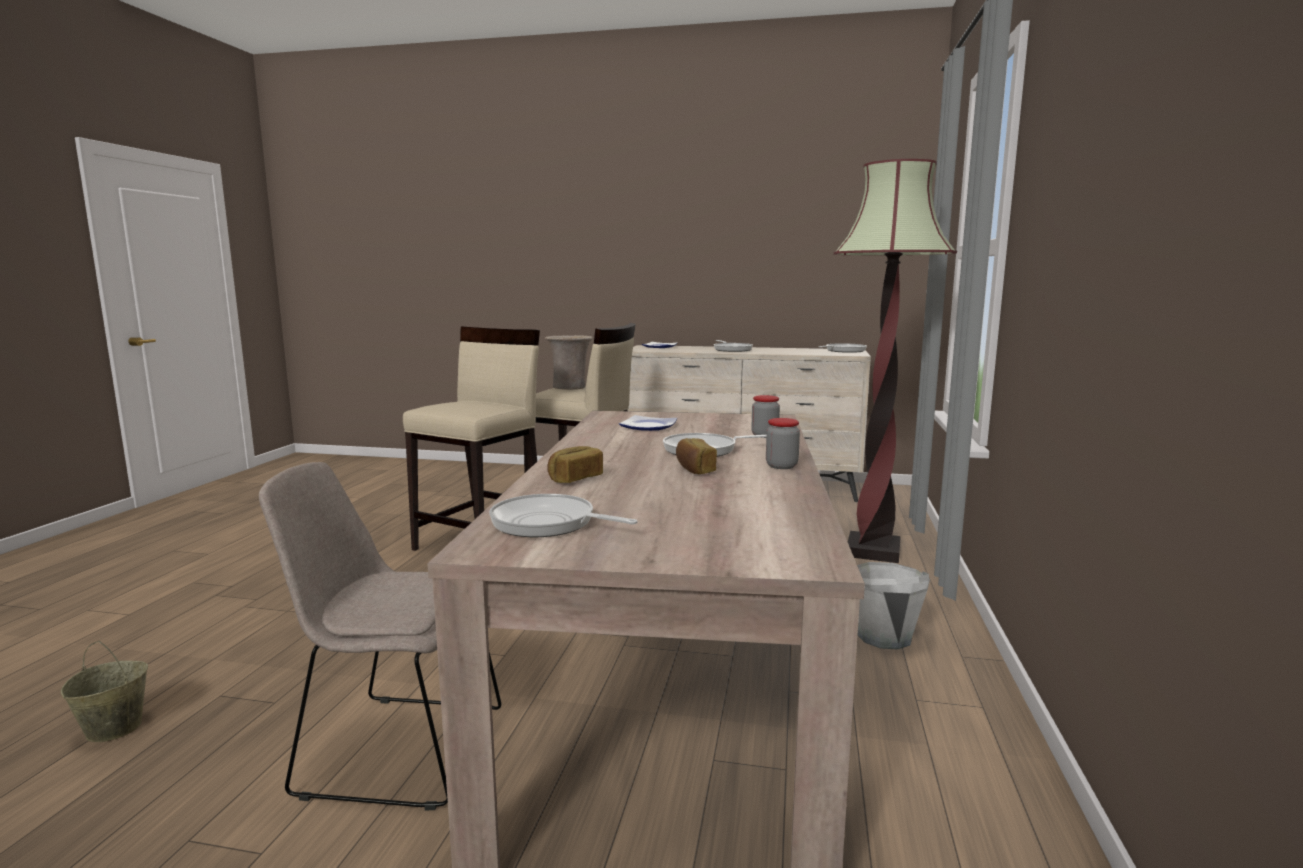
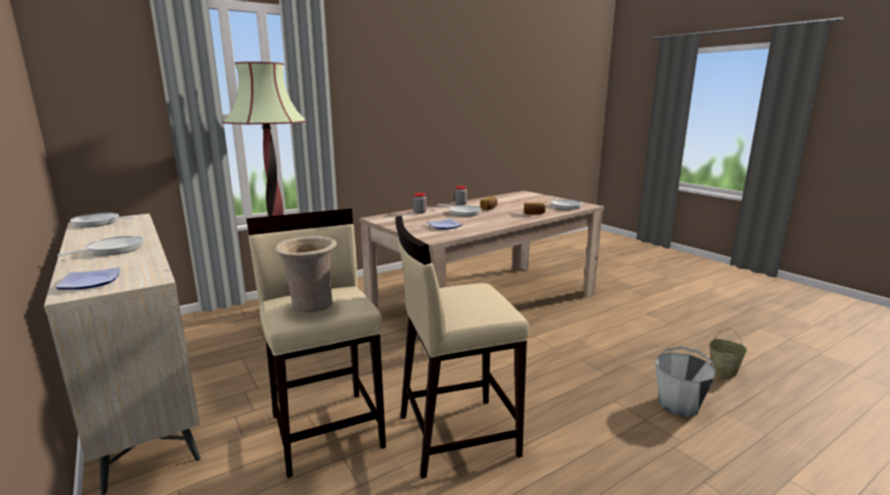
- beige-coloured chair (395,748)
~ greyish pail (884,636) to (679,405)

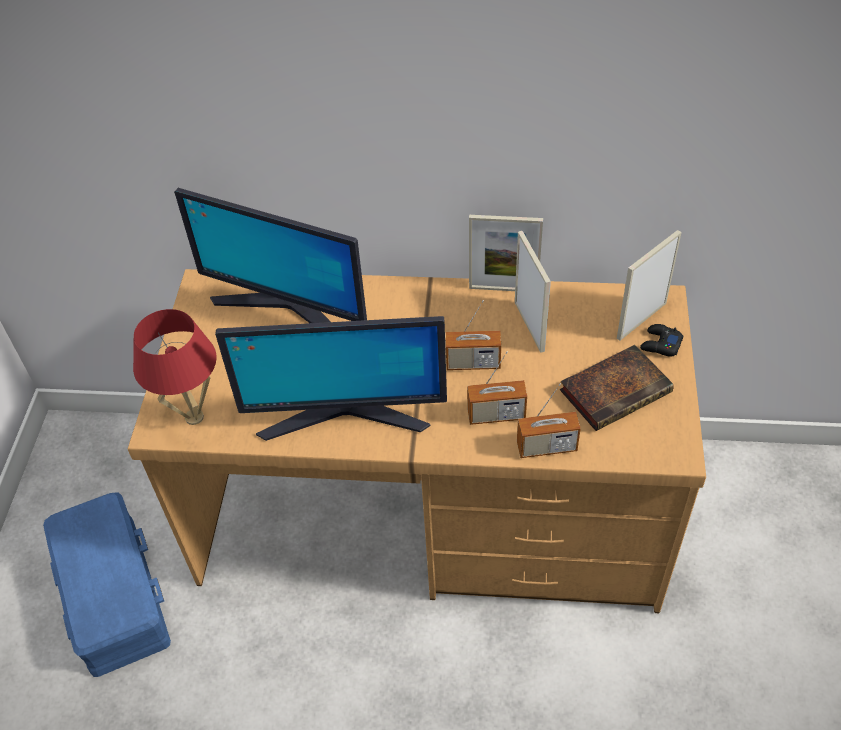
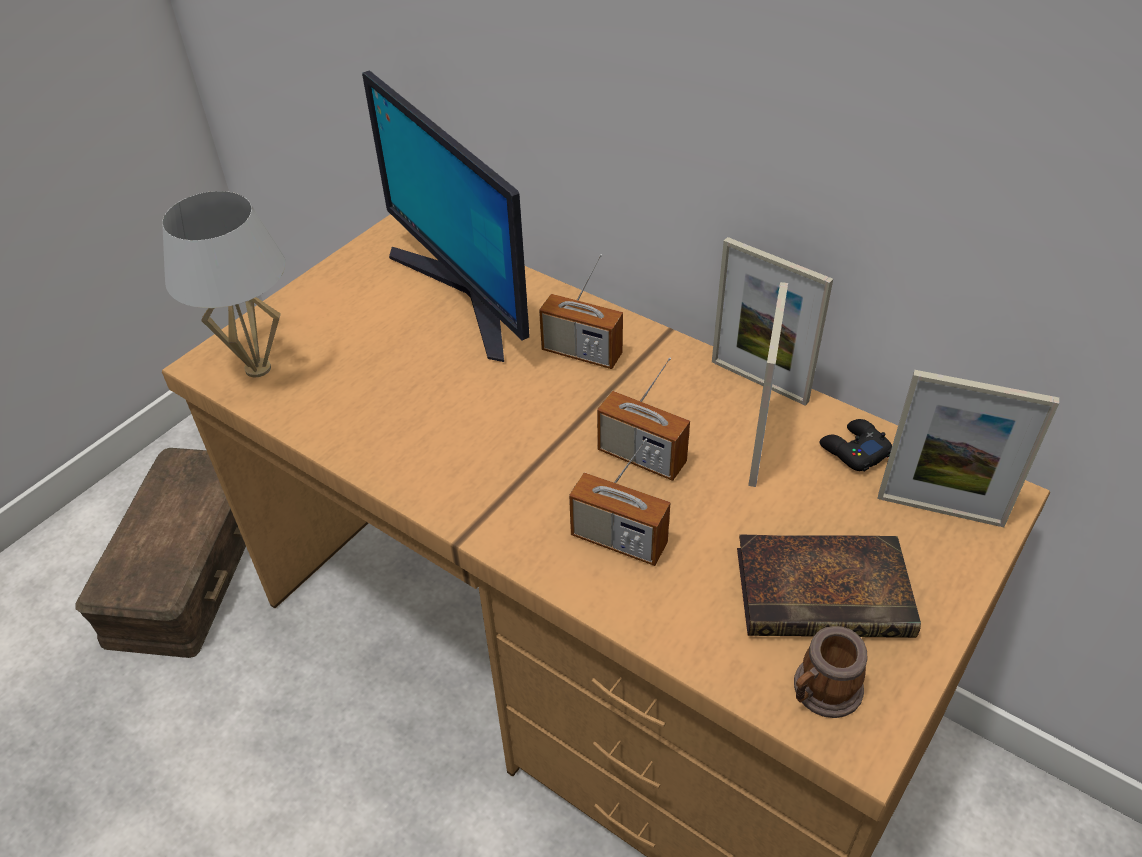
- monitor (344,415)
+ tea mug (822,692)
~ radio set (546,447) to (581,353)
~ blackish gamepad (660,344) to (854,450)
~ blue-coloured storage box (111,594) to brown-coloured storage box (186,567)
~ red-coloured lamp for a table (195,417) to white lamp for a table (258,368)
~ photo frame (641,320) = (940,510) 150 degrees counterclockwise

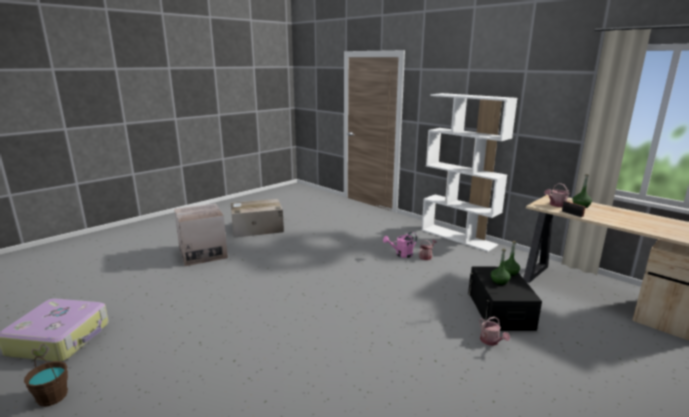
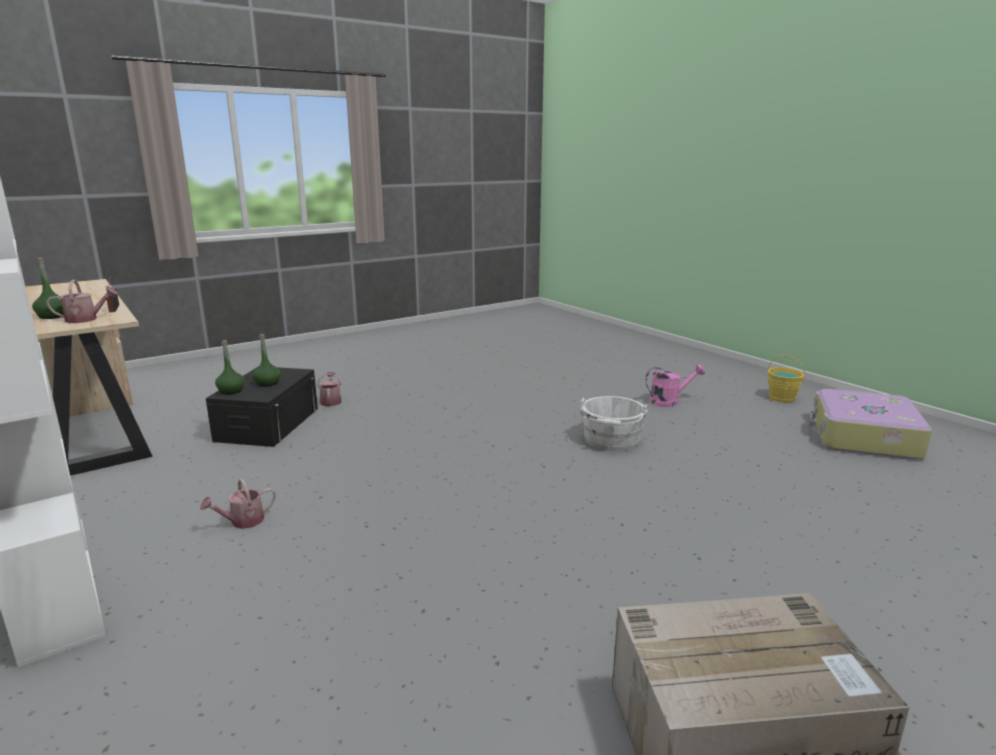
- carton (203,254)
+ white pail (611,441)
~ pink sprinkling can (401,255) to (669,401)
~ brown-coloured pail (52,397) to yellow pail (782,398)

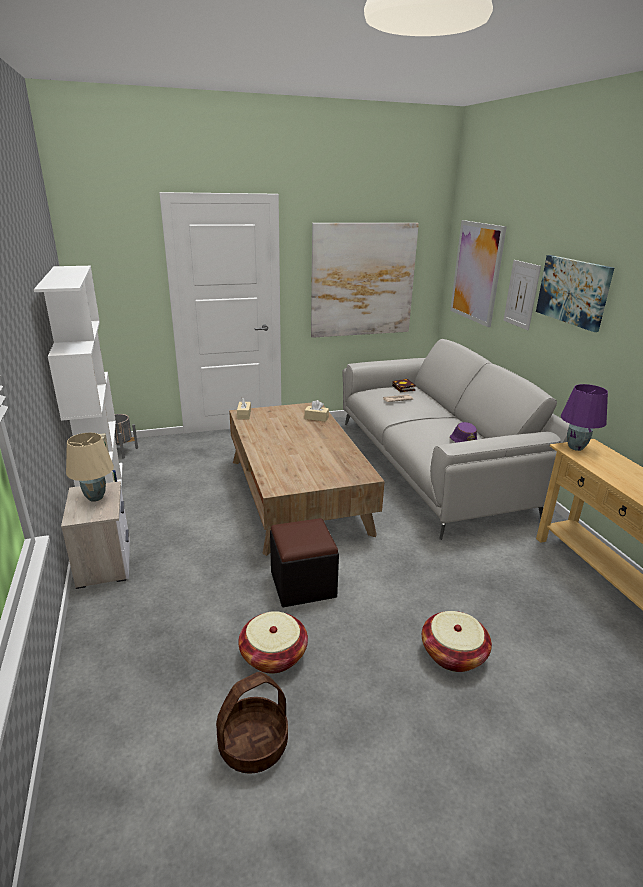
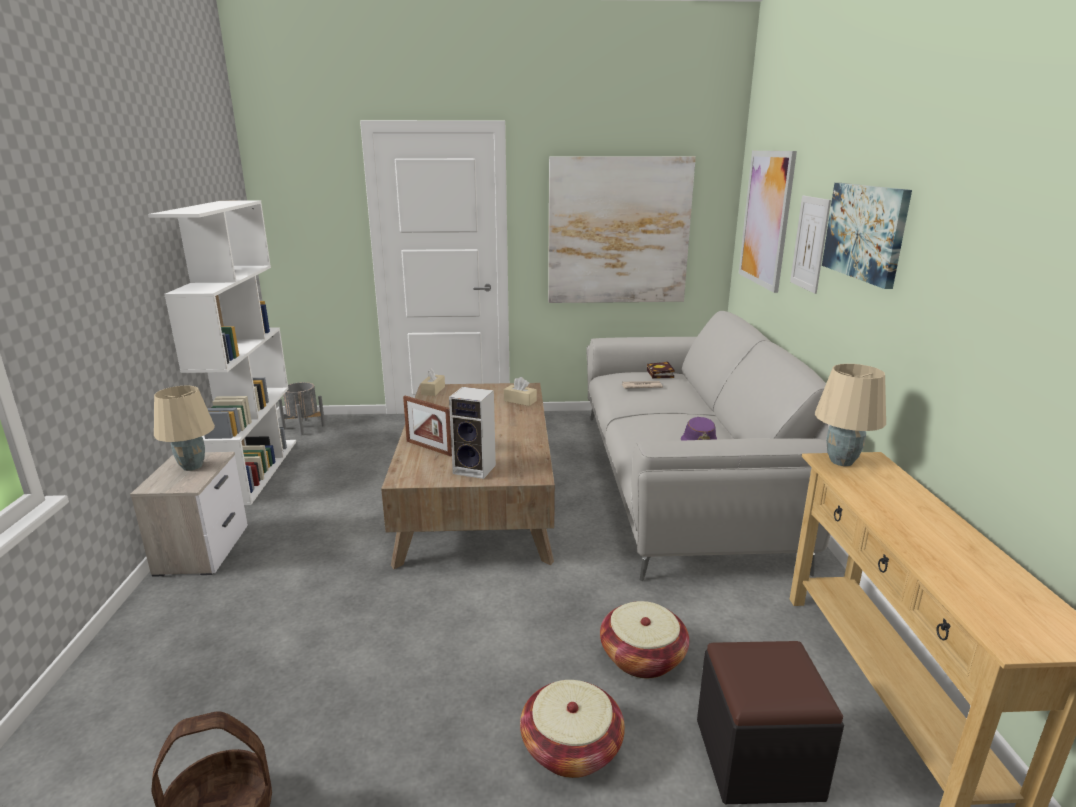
+ photo frame (429,448)
+ speaker (476,469)
~ storage basket (273,655) to (642,657)
~ blackish ottoman (303,584) to (757,758)
~ purple lamp for a table (576,447) to beige-coloured lamp for a table (842,462)

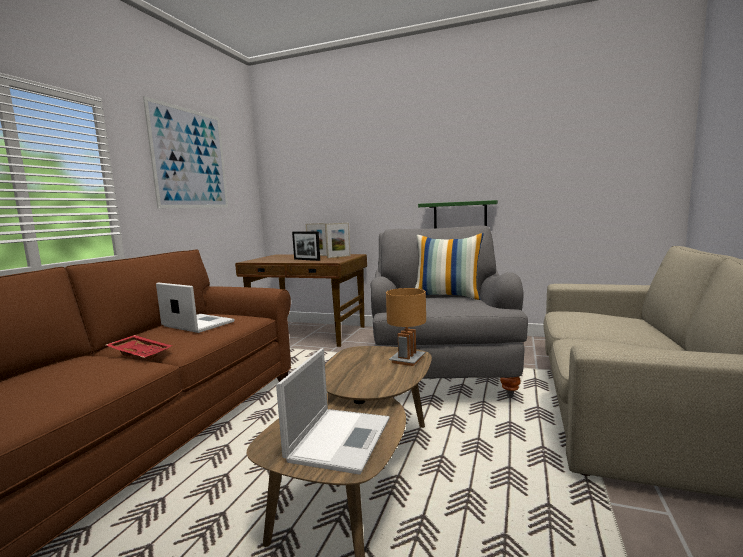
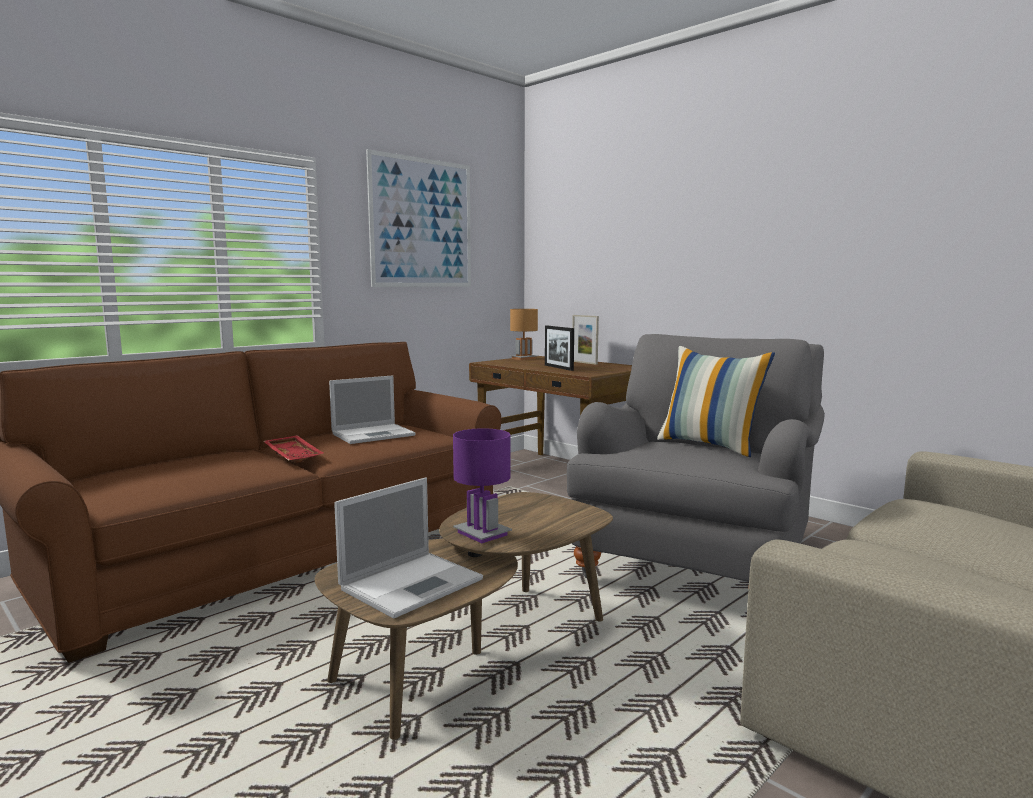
- photo frame (339,257)
- greenish bracket shelf (460,215)
+ purple lamp for a table (482,534)
~ brown-coloured lamp for a table (408,360) to (524,358)
~ notebook computer (197,324) = (374,434) 90 degrees clockwise

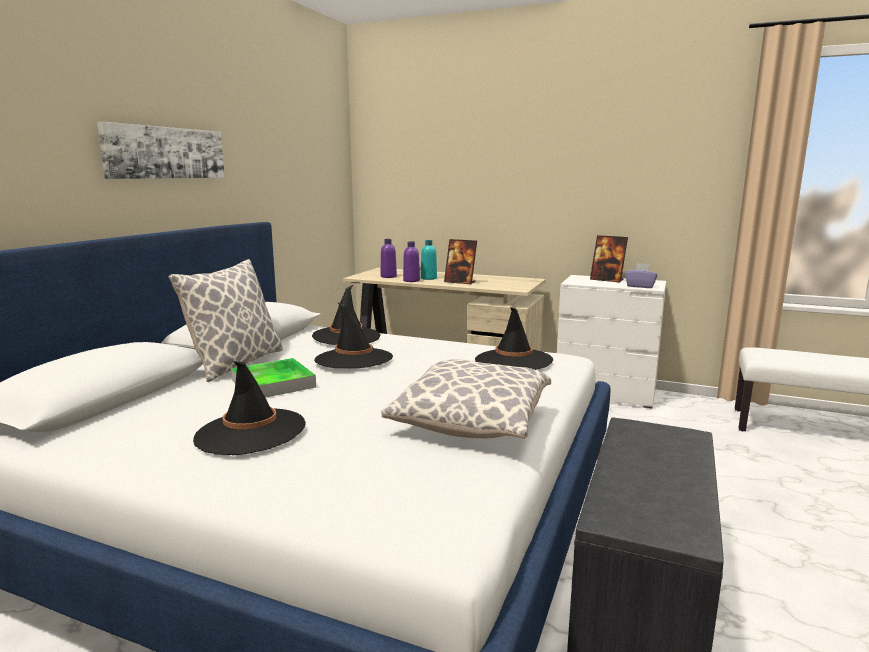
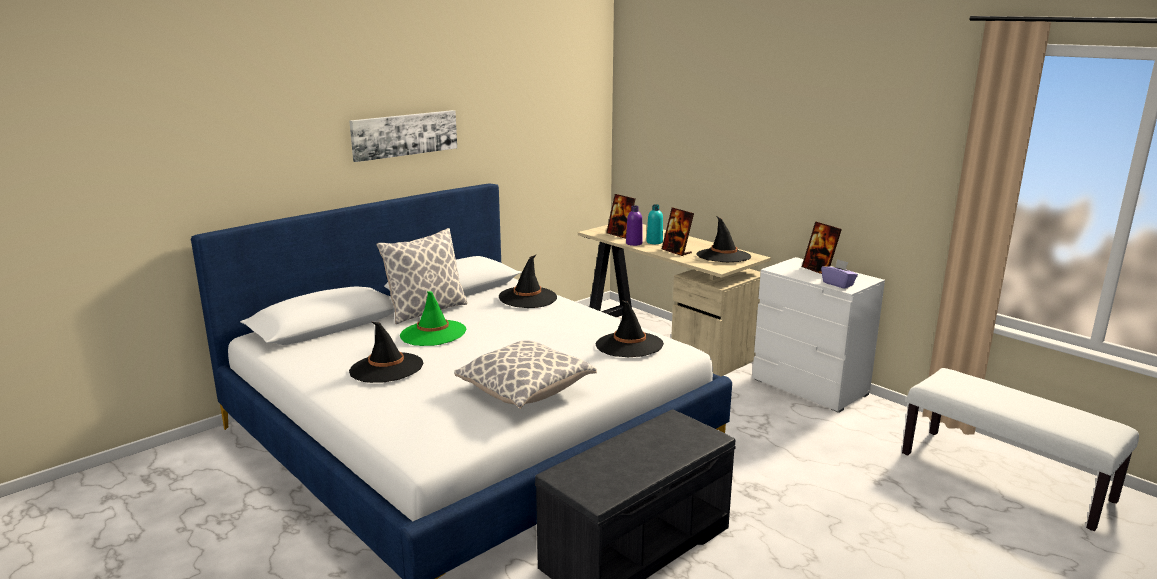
~ blackish hat (353,359) to (723,256)
~ serving tray (273,383) to greenish hat (433,333)
~ purple beverage bottle (388,276) to photo frame (620,235)

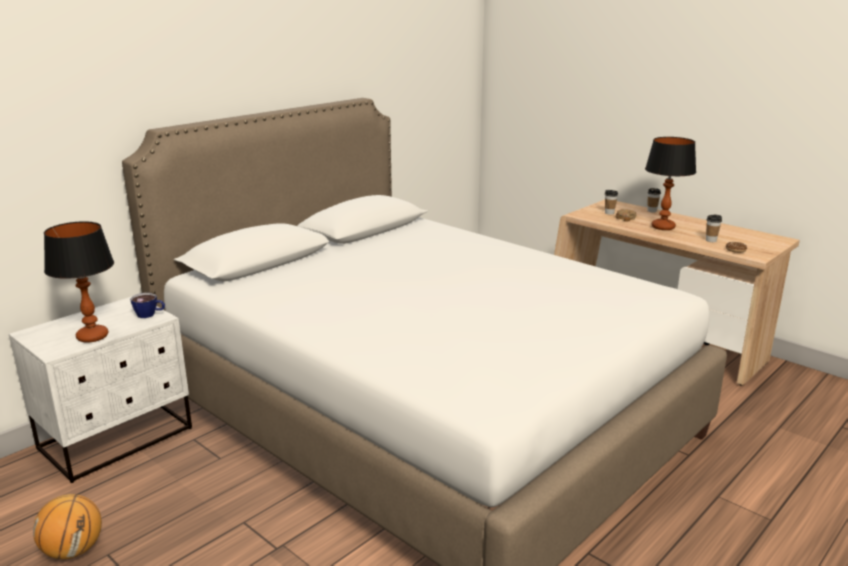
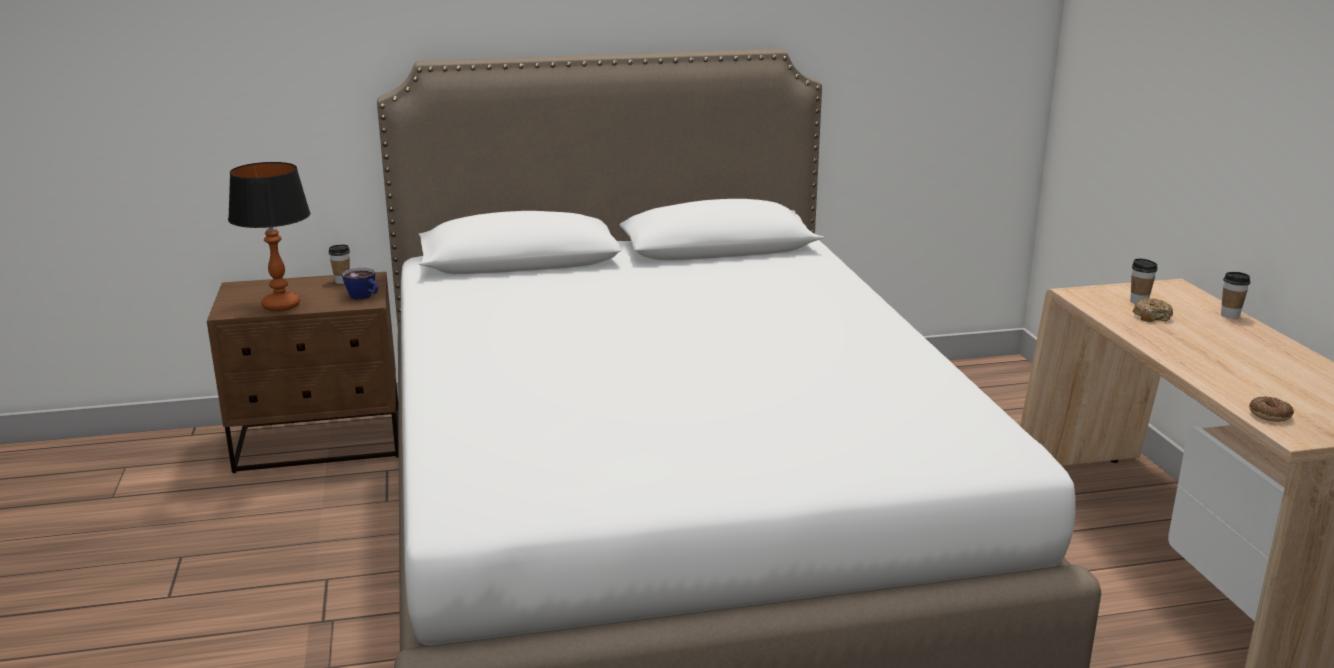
- ball for basketball (73,550)
- lamp for a table (663,227)
~ cup (711,240) to (342,281)
~ white nightstand (117,438) to brown-coloured nightstand (320,443)

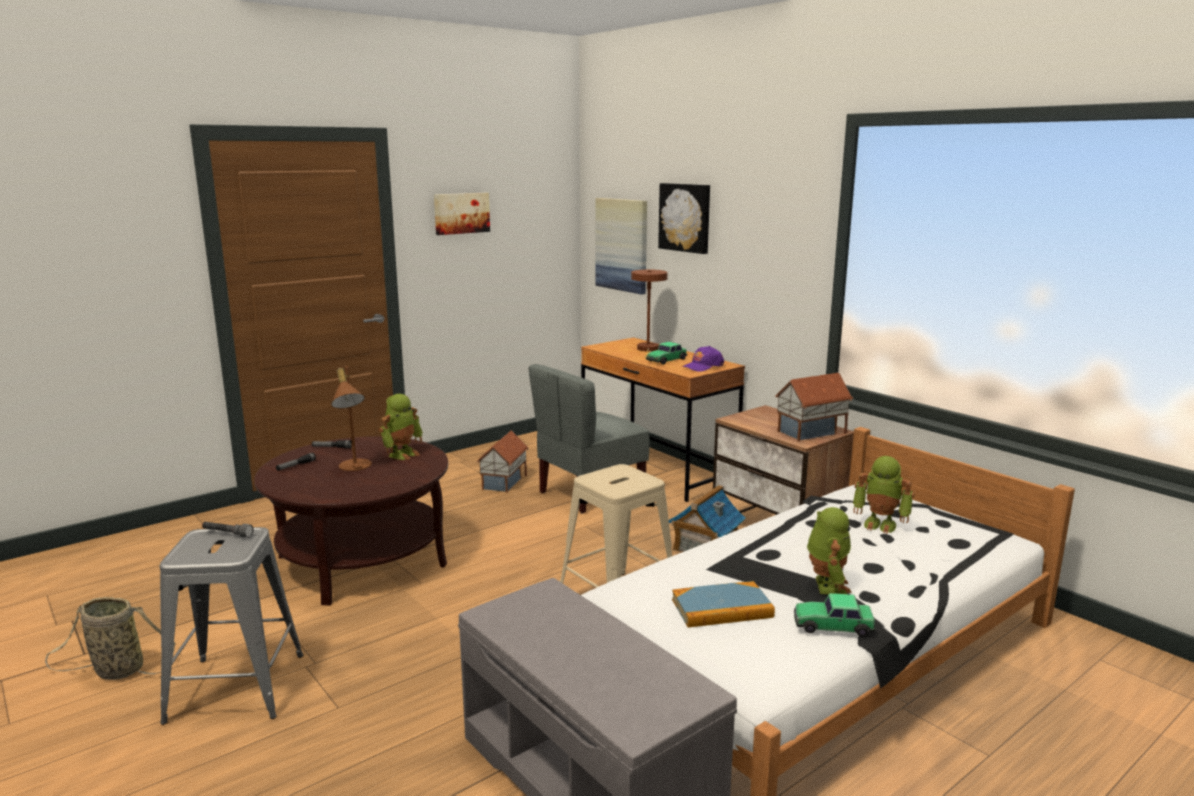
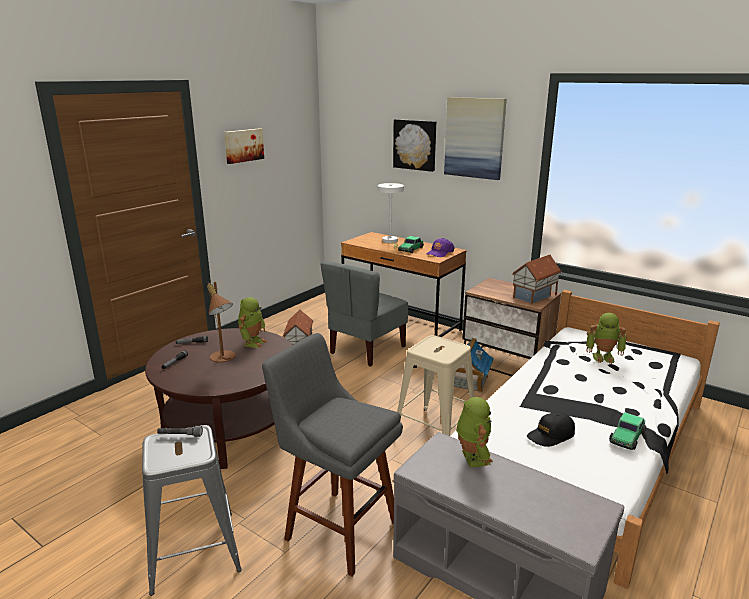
- storage basket (115,670)
+ greyish sitting stool (337,528)
~ wall art (622,245) to (474,138)
~ model robot (826,585) to (472,458)
~ book (722,609) to blackish cap (550,435)
~ brown-coloured lamp for a table (648,350) to white lamp for a table (391,241)
~ miniature car (832,625) = (627,437) 45 degrees counterclockwise

